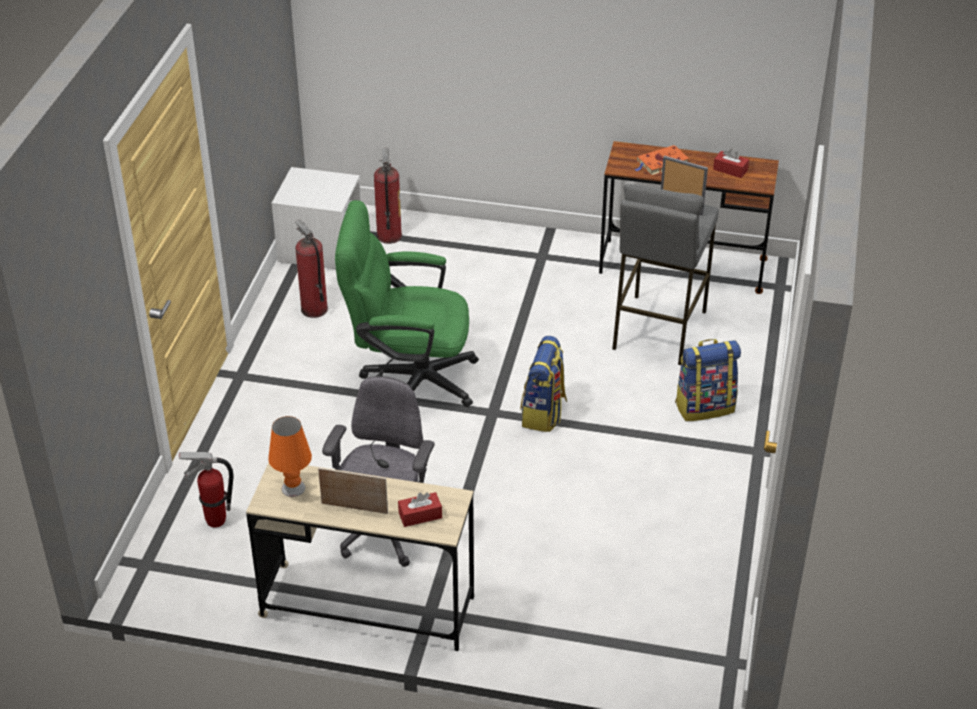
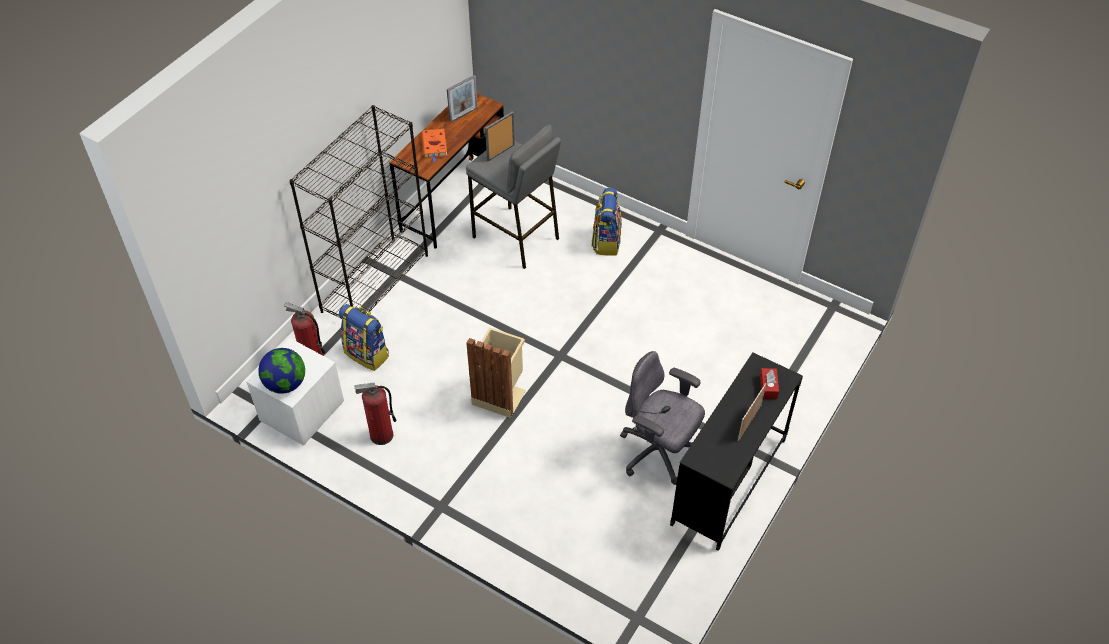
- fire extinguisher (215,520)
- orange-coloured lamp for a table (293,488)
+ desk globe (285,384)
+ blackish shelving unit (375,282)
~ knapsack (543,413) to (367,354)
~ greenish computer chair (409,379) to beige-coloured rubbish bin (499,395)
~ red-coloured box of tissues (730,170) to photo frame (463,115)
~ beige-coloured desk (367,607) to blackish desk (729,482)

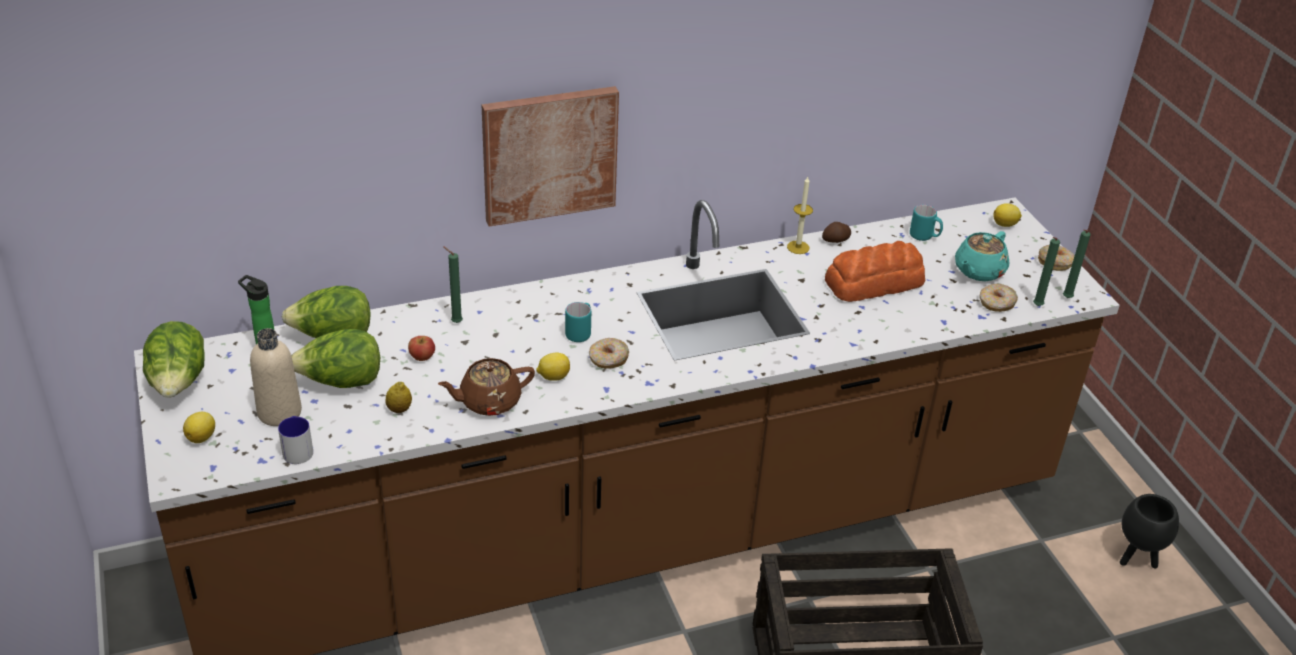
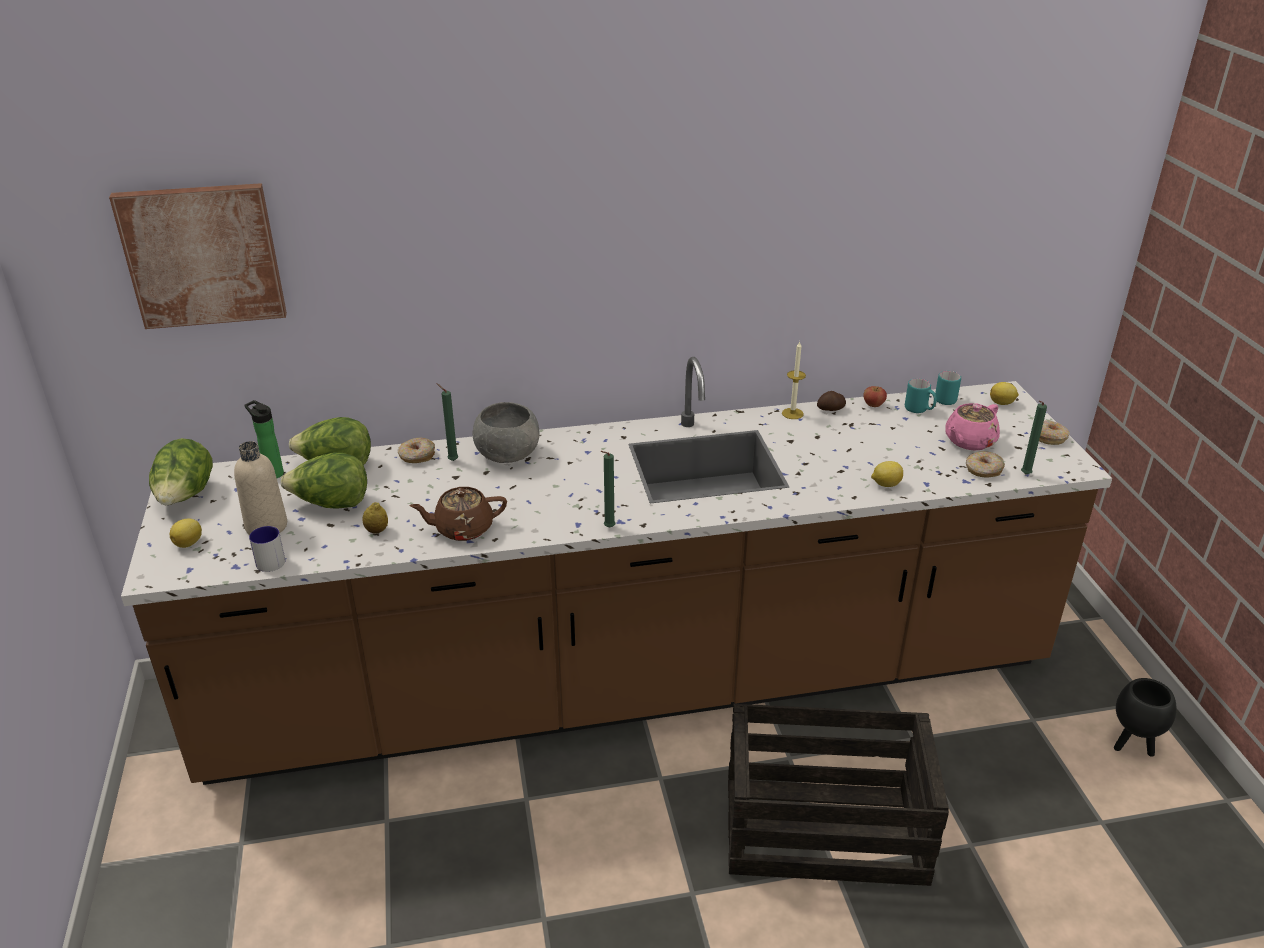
- bakery bread (875,283)
+ greyish deep dish (507,455)
~ apple (422,357) to (873,405)
~ wall art (549,154) to (203,255)
~ lemon (553,376) to (885,484)
~ turquoise tea mug (580,332) to (947,398)
~ ring doughnut (608,359) to (417,456)
~ greenish wax light (1066,298) to (607,528)
~ turquoise pot for tea (978,271) to pink pot for tea (969,441)

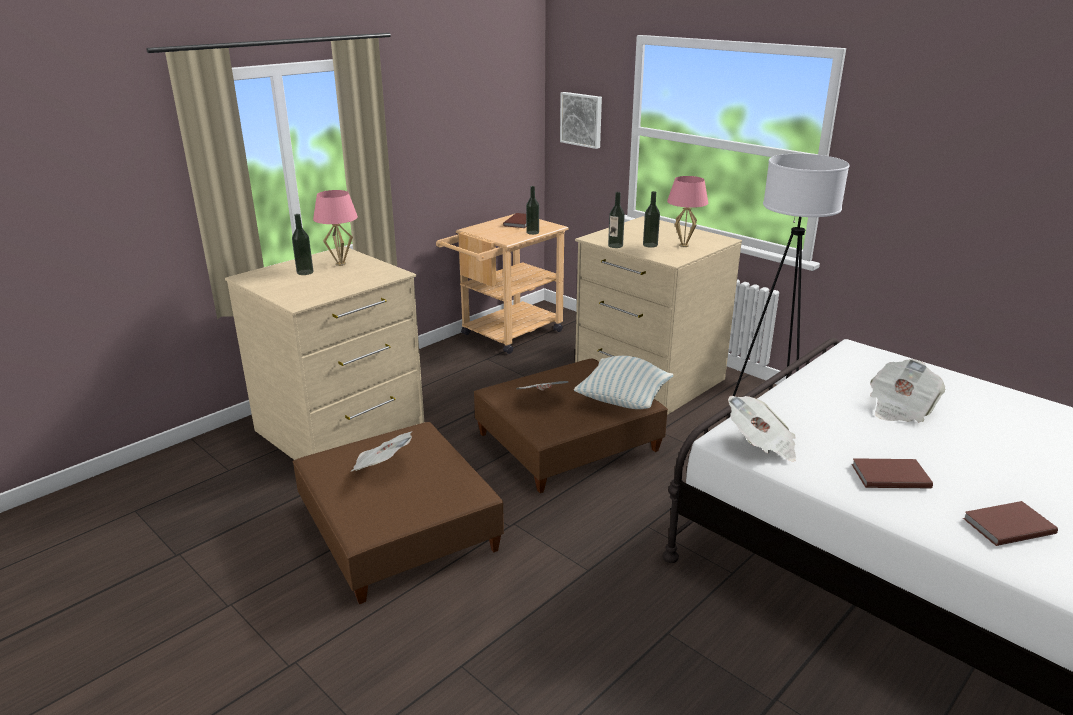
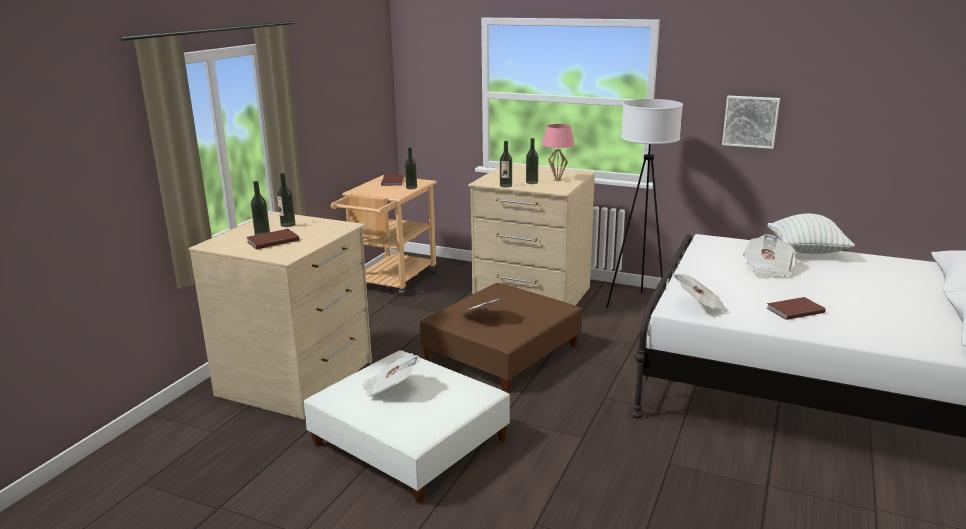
~ wall art (582,119) to (750,121)
~ cushion (623,401) to (806,252)
~ brown-coloured book (1006,525) to (272,241)
~ pink lamp for a table (340,264) to beverage bottle (288,224)
~ brown-coloured ottoman (398,528) to white ottoman (409,442)

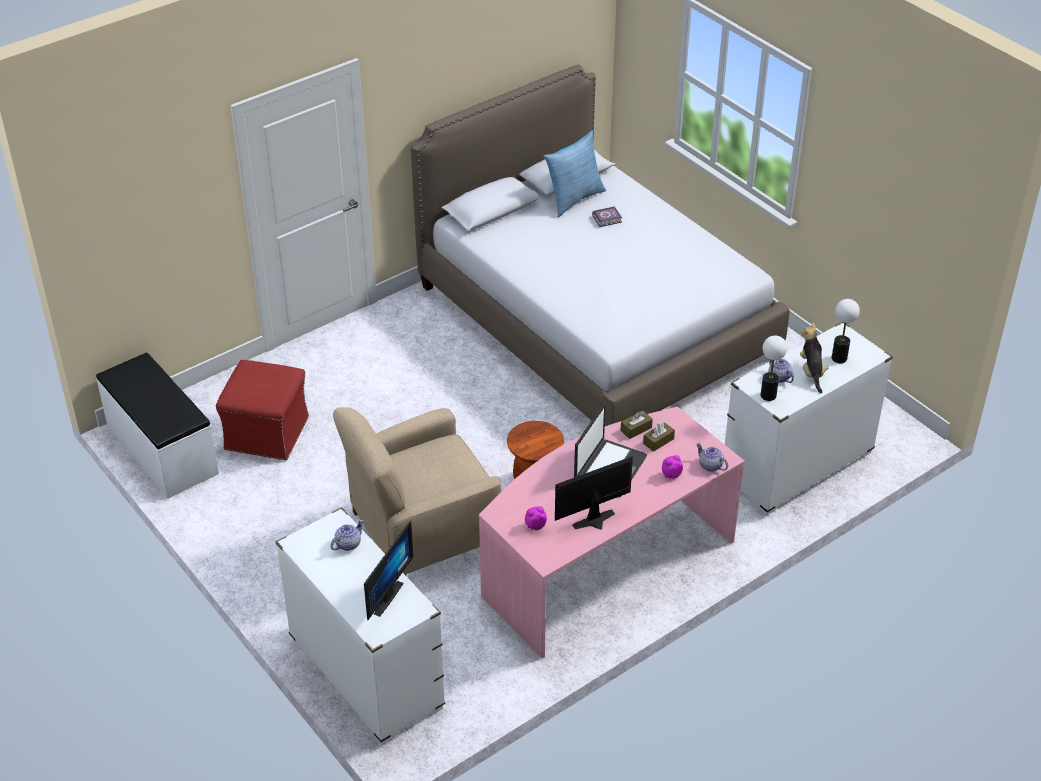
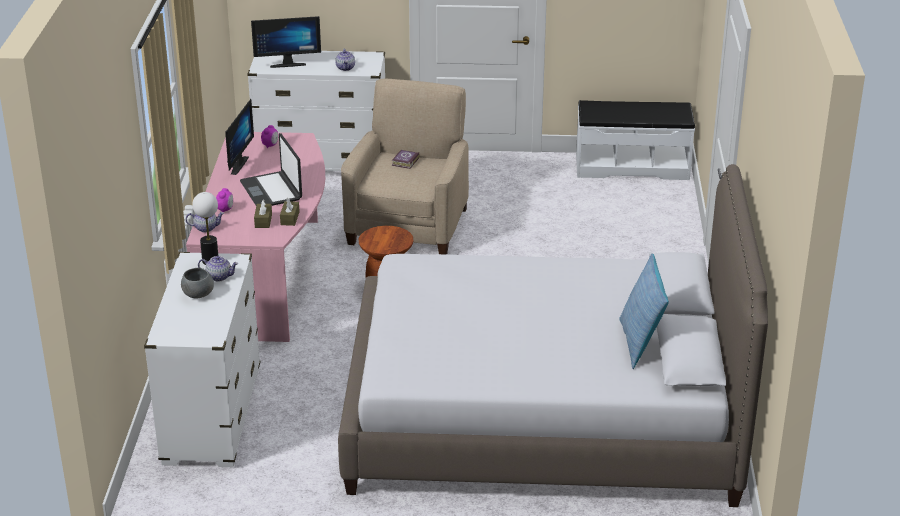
- red-coloured ottoman (267,432)
- lamp for a table (839,358)
~ book (607,219) to (404,162)
~ cuddly toy (811,372) to greyish deep dish (198,294)
~ monitor (383,596) = (287,63) 75 degrees counterclockwise

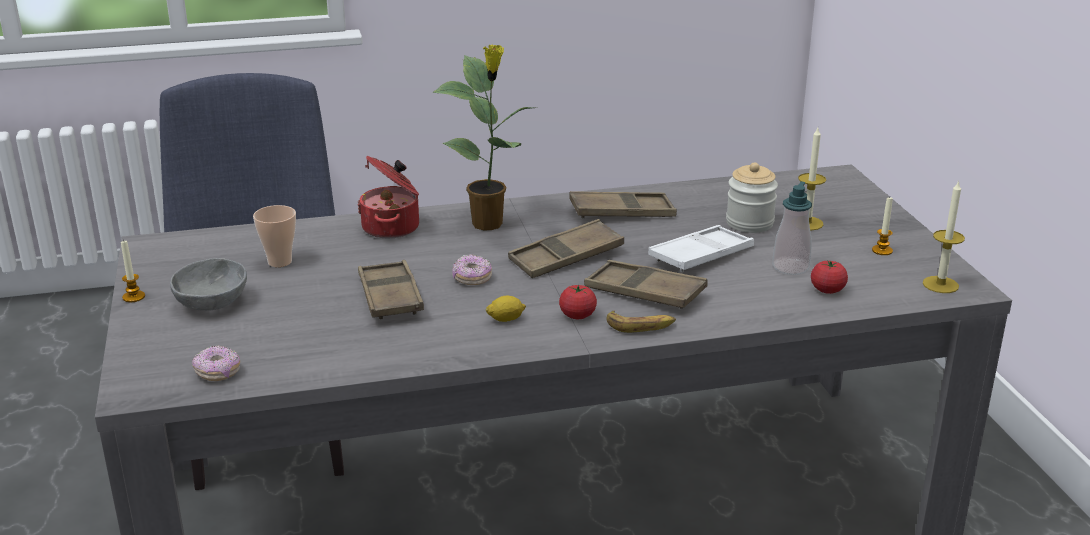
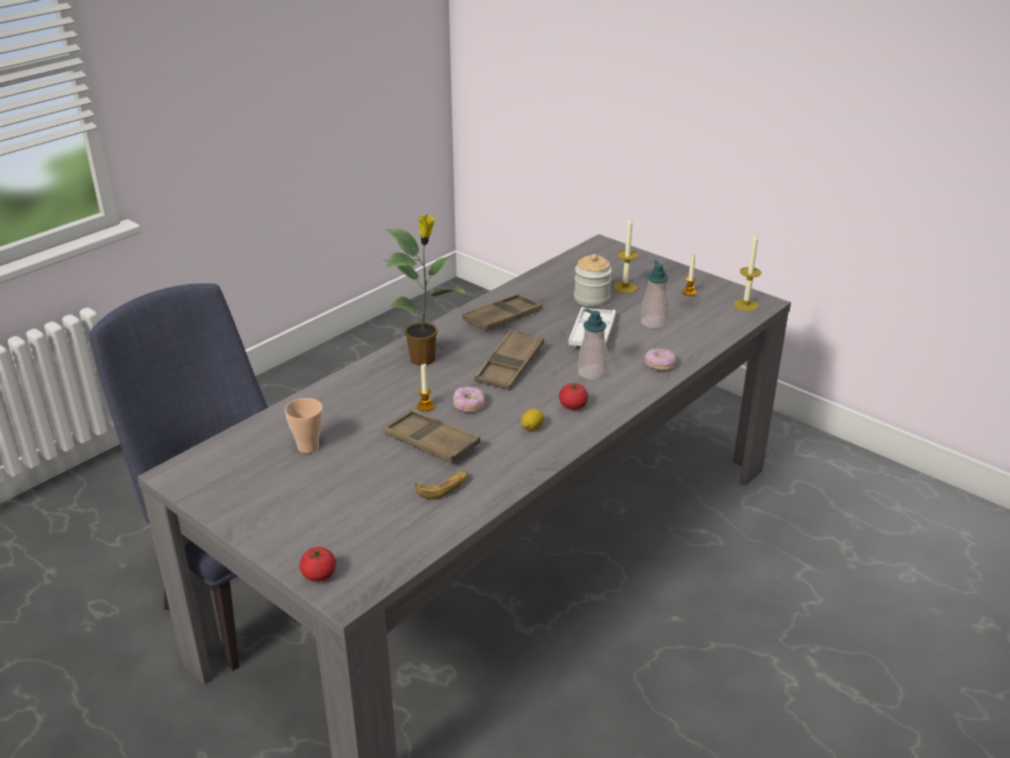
- greyish deep dish (213,304)
- cooking pot (392,227)
~ wax light (133,297) to (425,406)
~ ring doughnut (218,373) to (659,366)
~ banana fruit (641,326) to (443,487)
~ whole tomato (827,290) to (319,575)
~ brown-coloured serving tray (644,292) to liquid soap bottle (592,373)

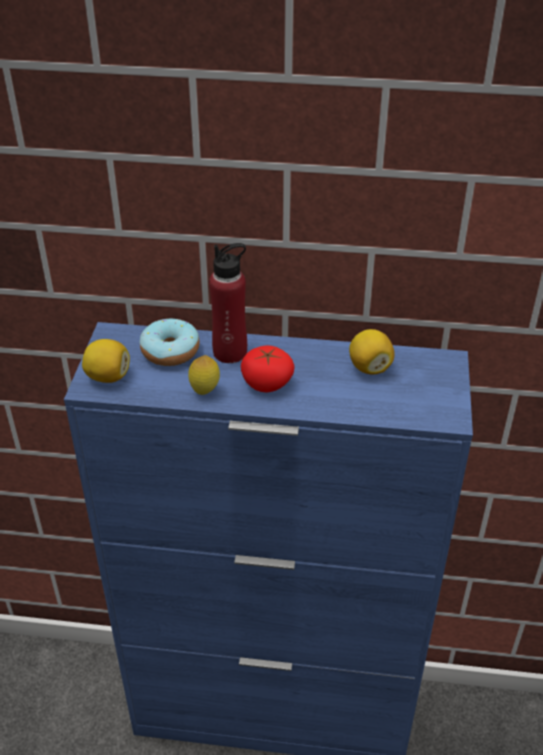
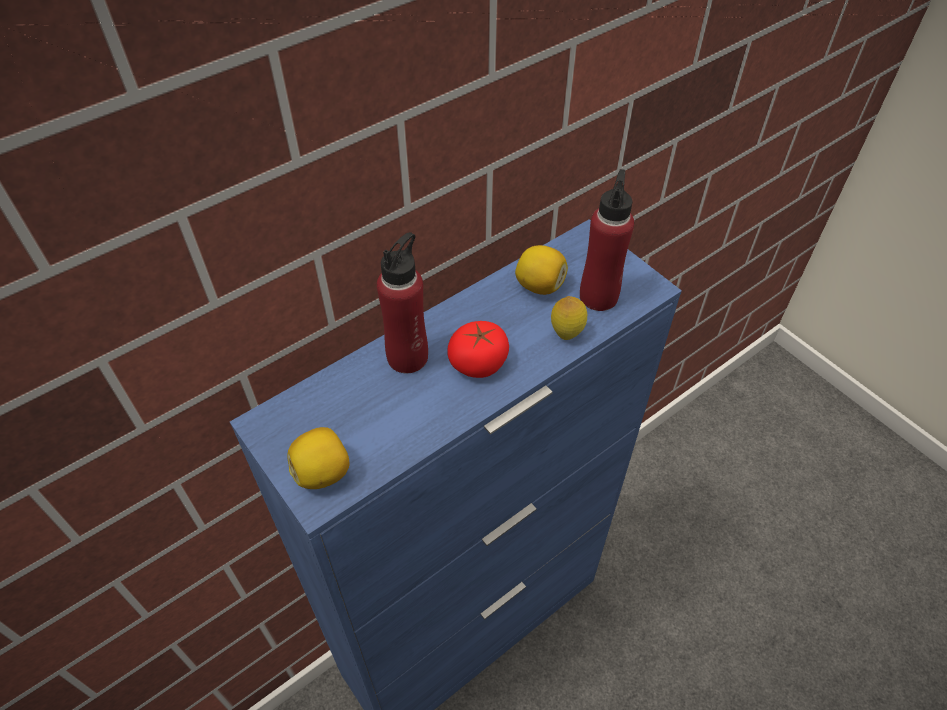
- ring doughnut (170,351)
+ red-coloured beverage bottle (598,296)
~ lemon (205,391) to (566,333)

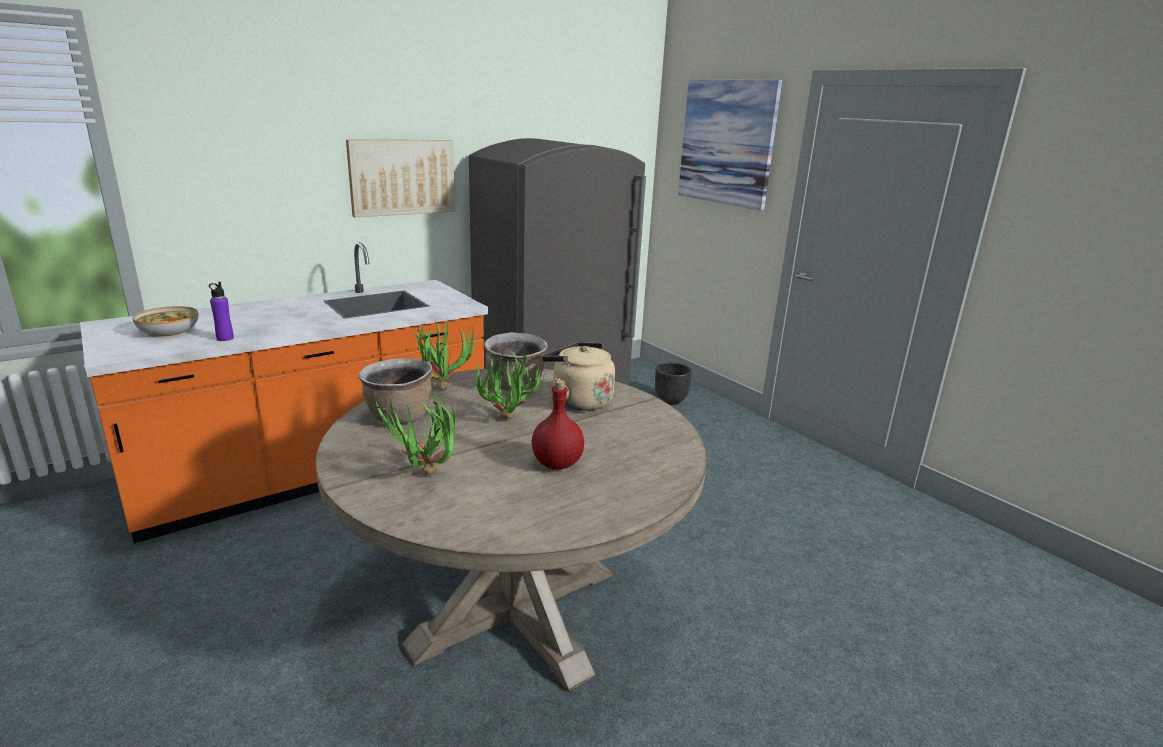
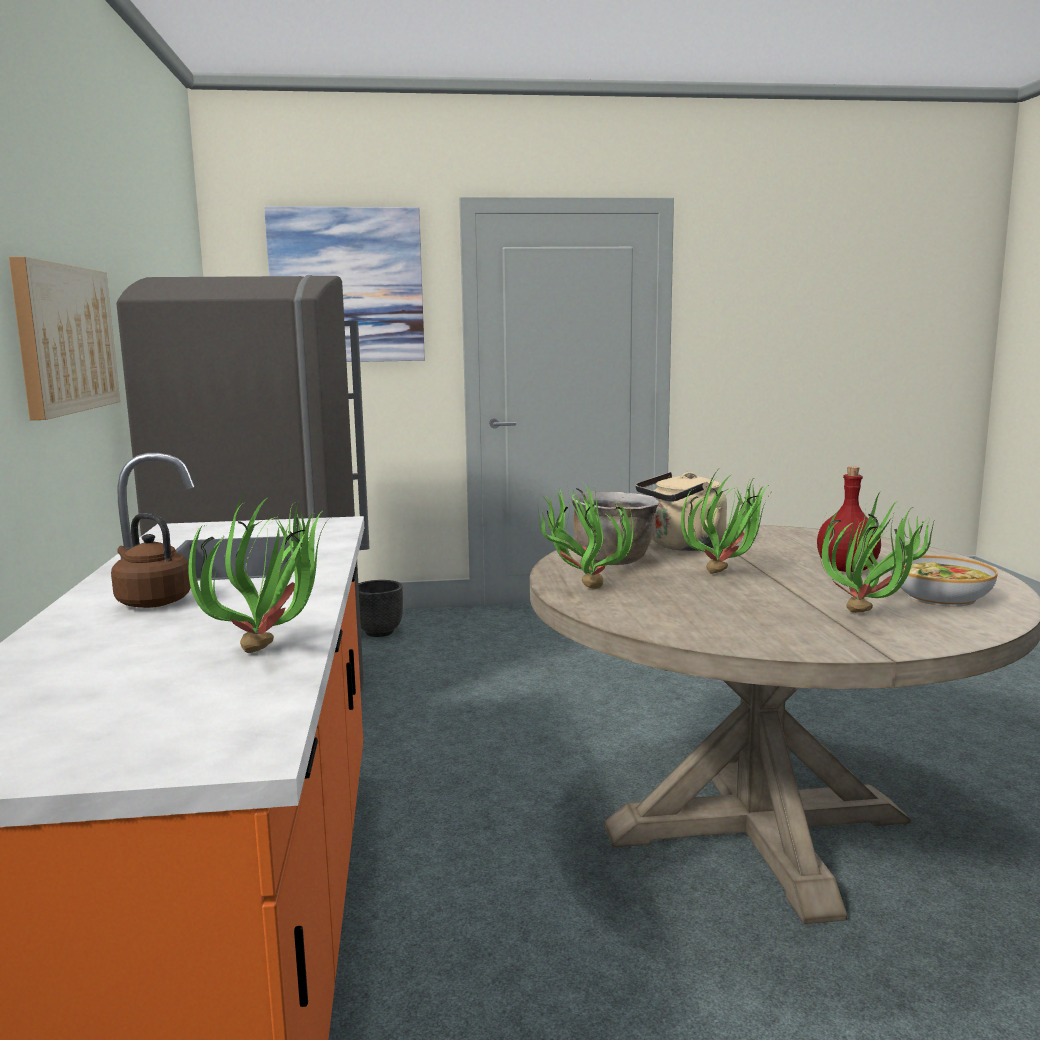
- brown-coloured cooking pot (399,417)
+ brown-coloured kettle (151,601)
~ deep dish (169,331) to (941,597)
~ purple beverage bottle (225,338) to potted plant (275,649)

